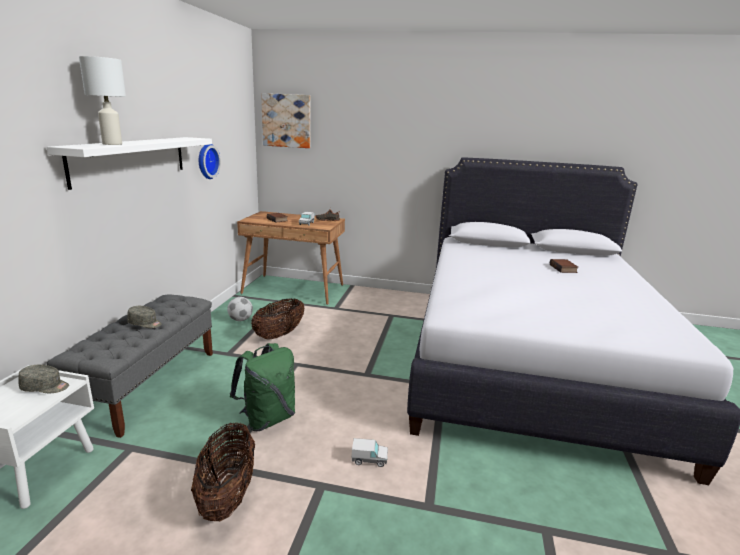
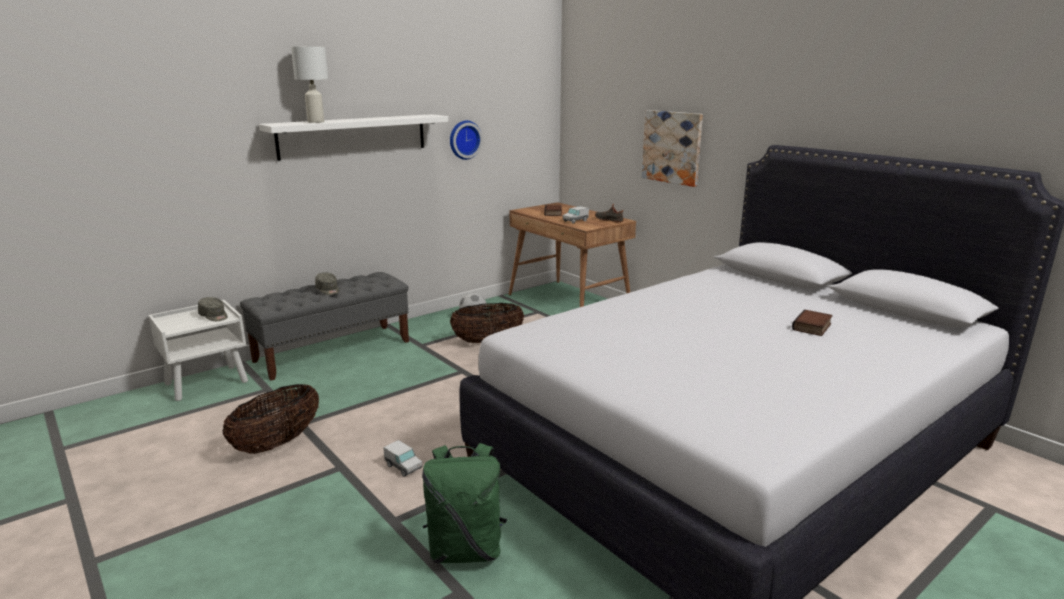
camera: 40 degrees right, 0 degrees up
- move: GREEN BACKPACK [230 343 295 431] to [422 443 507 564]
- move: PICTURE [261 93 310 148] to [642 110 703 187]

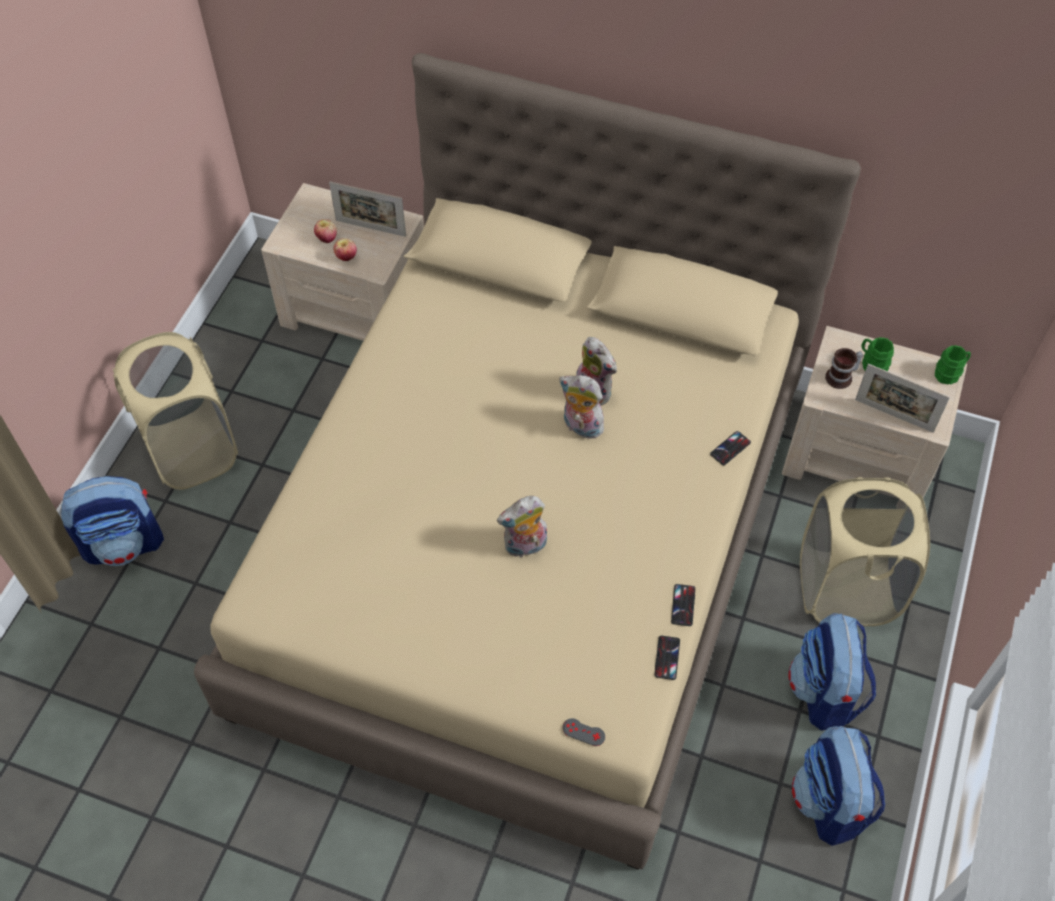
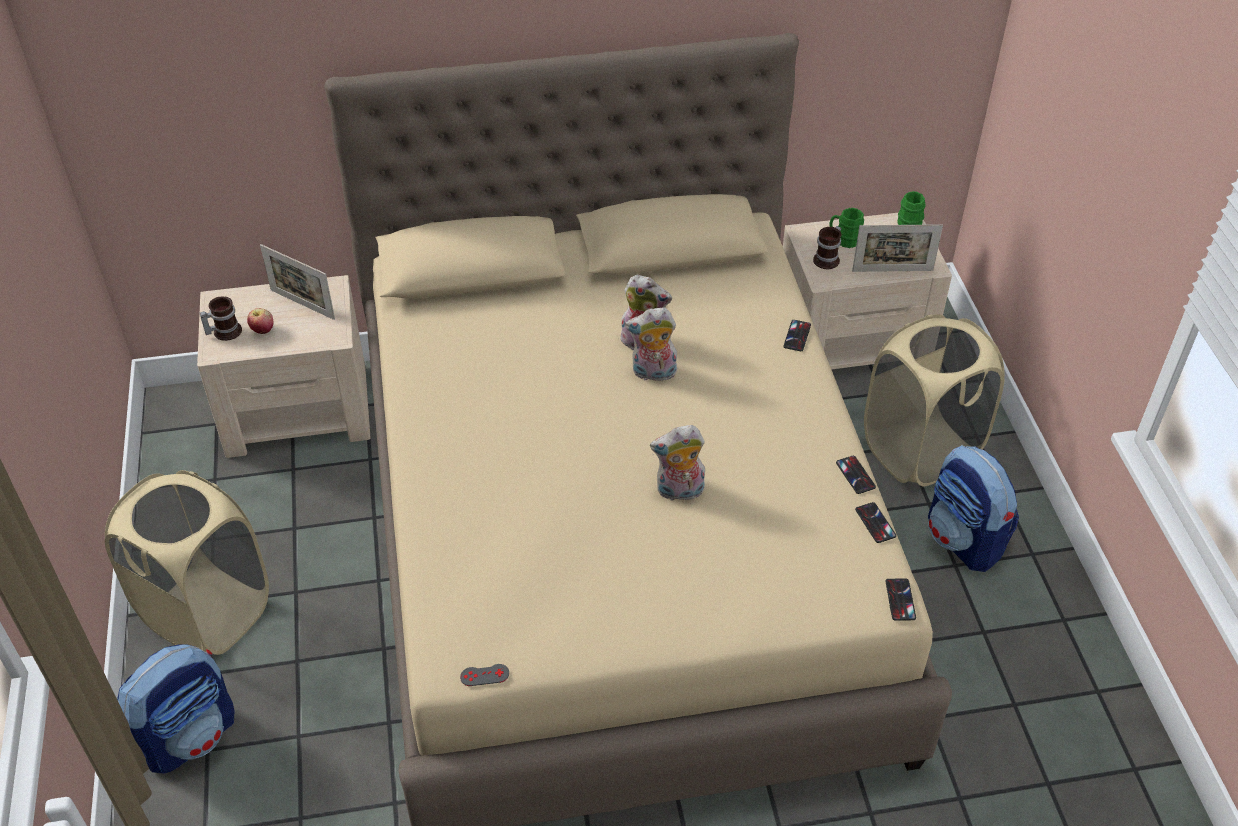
camera: 30 degrees left, 10 degrees down
- rotate: PICTURE FRAME [329 182 406 237] = [260 244 335 320] 45 degrees clockwise
- delete: APPLE [333 238 357 261]
- rotate: PLUSH TOY [497 496 547 558] = [650 425 706 501] 45 degrees clockwise
- move: GREY GAME CONTROLLER [563 718 605 746] to [460 664 509 686]
- delete: BACKPACK [792 726 885 846]
- insert: MUG [200 297 242 341]
- insert: PHONE [885 578 916 621]

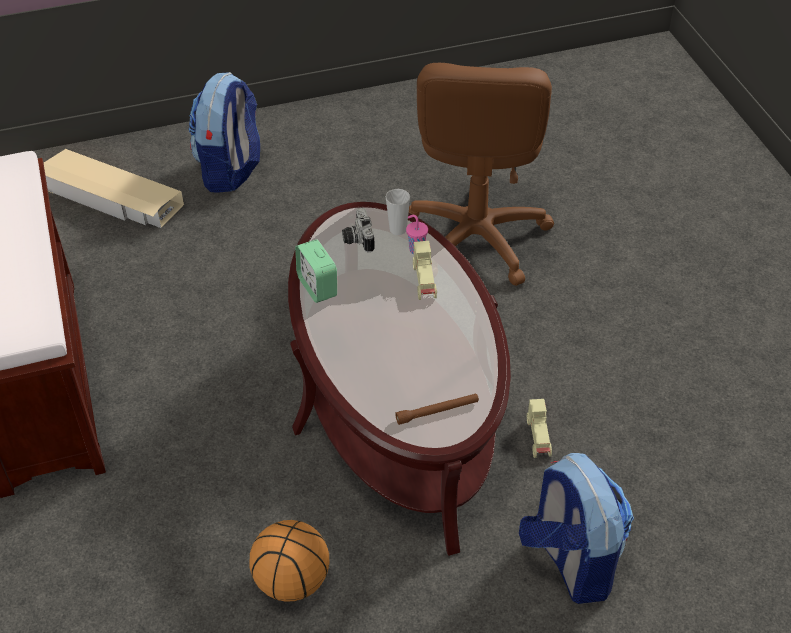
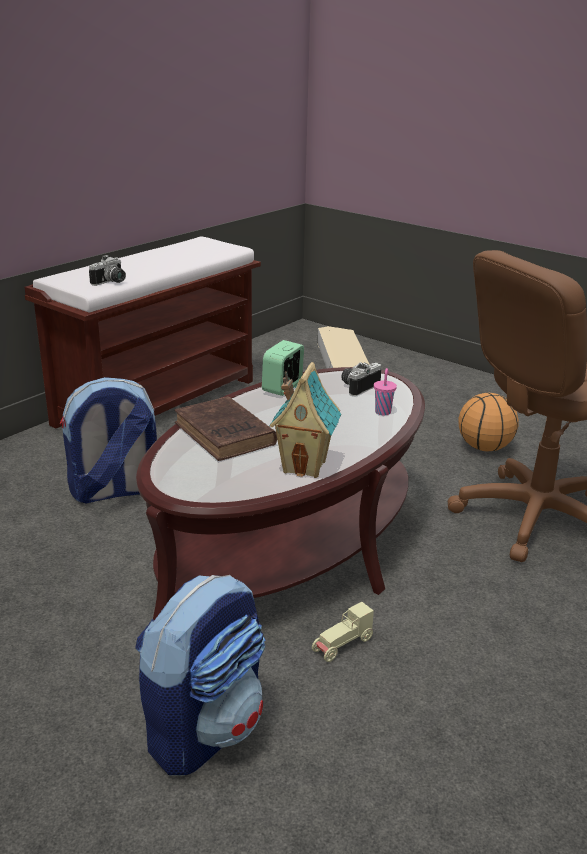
camera: 55 degrees right, 20 degrees down
- move: BACKPACK [189 72 260 193] to [60 377 157 503]
- move: BASKETBALL [249 520 329 602] to [459 393 519 451]
- delete: CUP [386 189 410 235]
- delete: BROWN FLASHLIGHT [395 393 479 425]
- delete: BEIGE TOY CAR [413 241 437 300]
- insert: PHOTO CAMERA [89 255 126 286]
- insert: BROWN BOOK [175 396 277 461]
- insert: TOY HOUSE [269 362 341 478]

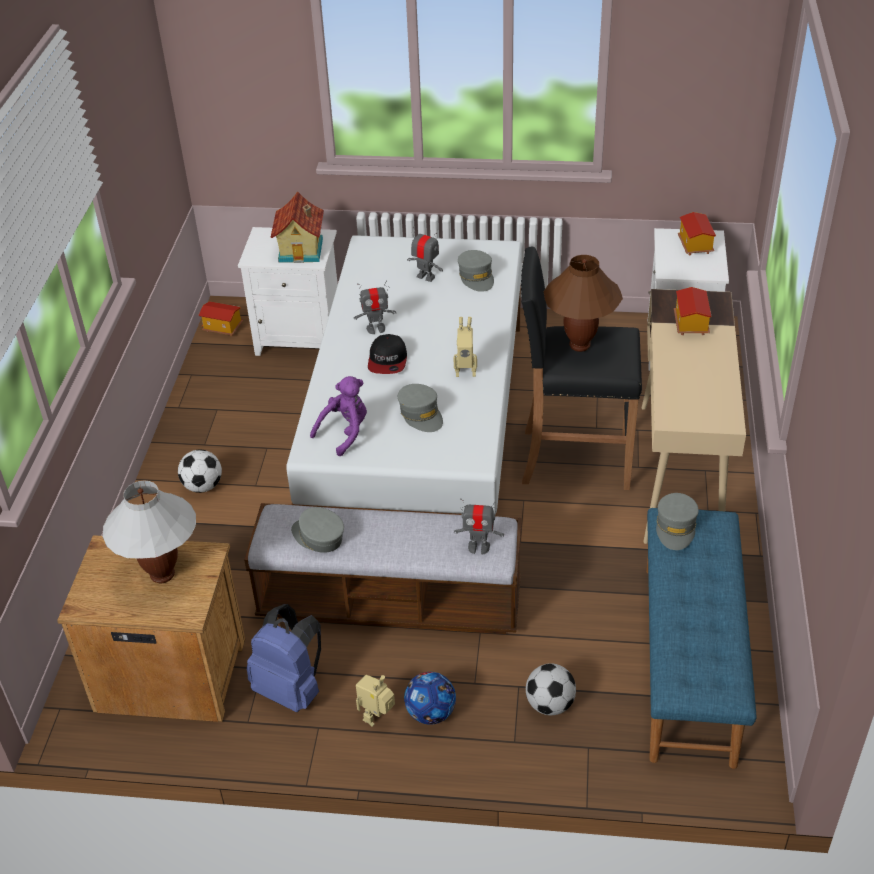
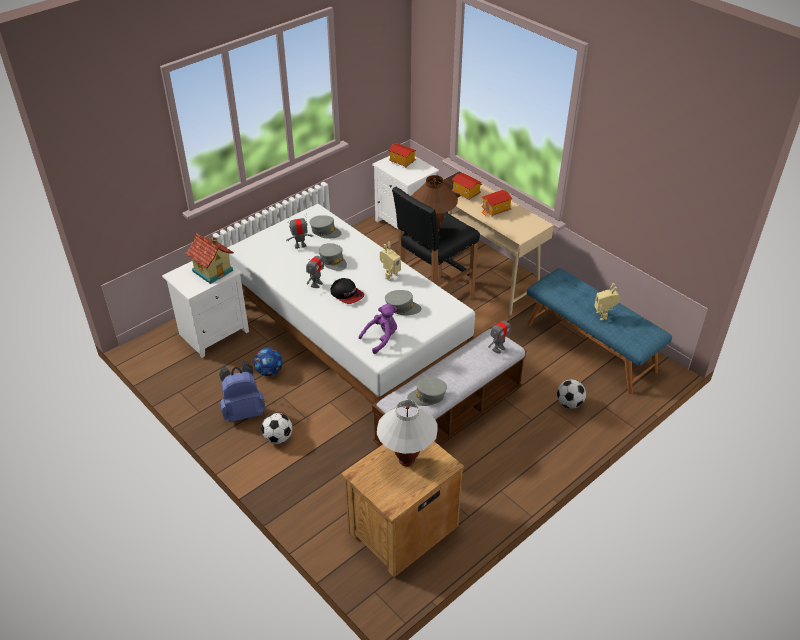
camera: 50 degrees left, 0 degrees up
- move: TOY HOUSE [198 301 243 336] to [481 190 513 217]
- move: BLUE BACKPACK [247 604 321 712] to [219 360 265 422]
- rotate: PURPLE PLUSH TOY [310 376 367 456] = [358 304 397 354] 60 degrees clockwise
- move: TOY ROBOT [356 675 395 727] to [594 283 620 320]
- move: FOOTBALL [404 672 456 725] to [254 348 283 376]
- move: GREY CAP [656 493 699 550] to [319 243 347 271]

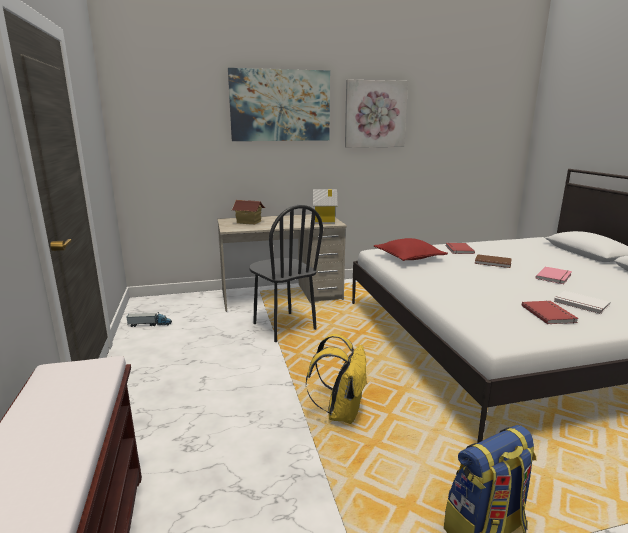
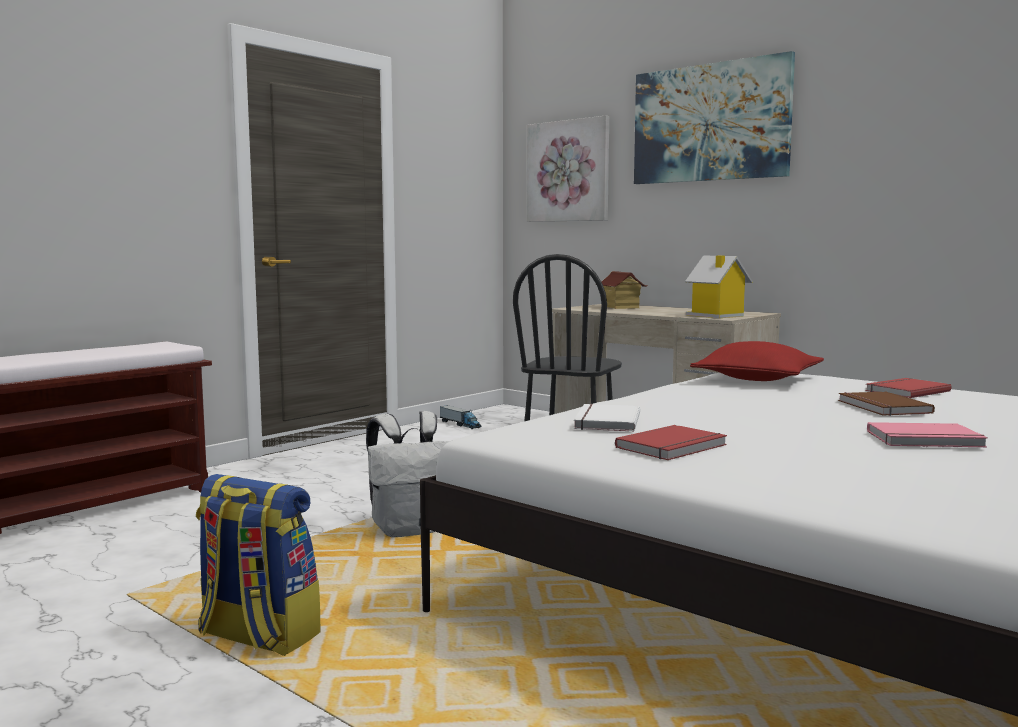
camera: 55 degrees right, 10 degrees down
- recolor: YELLOW BACKPACK [306 334 367 424] to WHITE BACKPACK [366 411 450 537]
- move: PICTURE [345 80 408 148] to [526 115 609 222]
- move: WHITE BOOK [553 291 610 314] to [574 404 640 432]

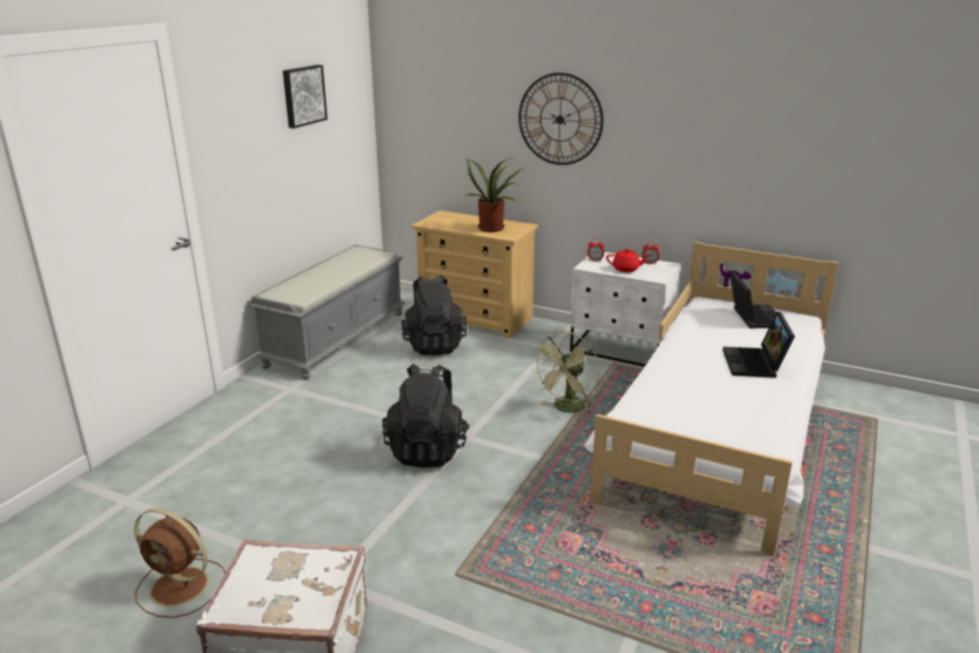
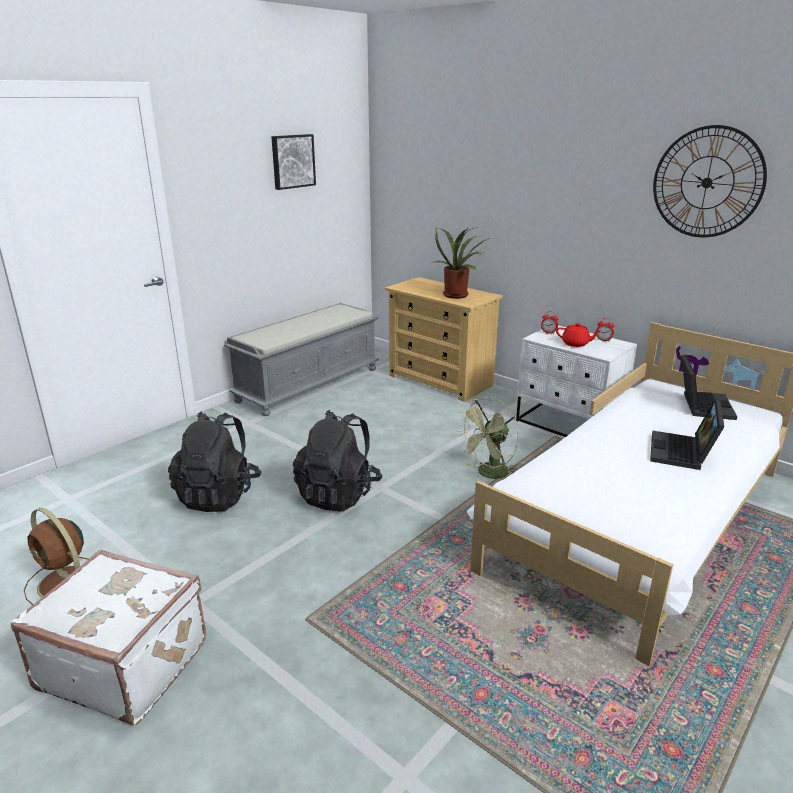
camera: 15 degrees right, 0 degrees up
- move: BLACK BACKPACK [401 275 467 355] to [168 412 262 512]
- move: WALL CLOCK [519 73 603 165] to [653 125 767 237]

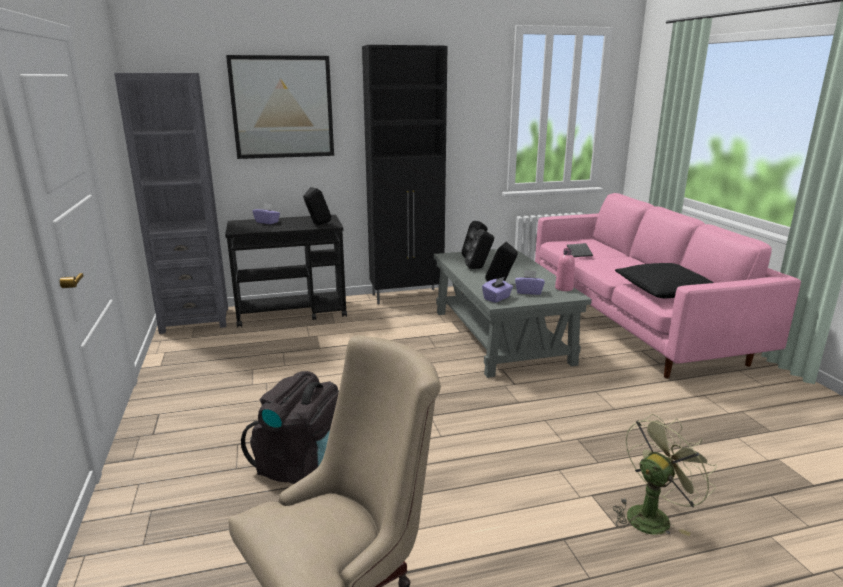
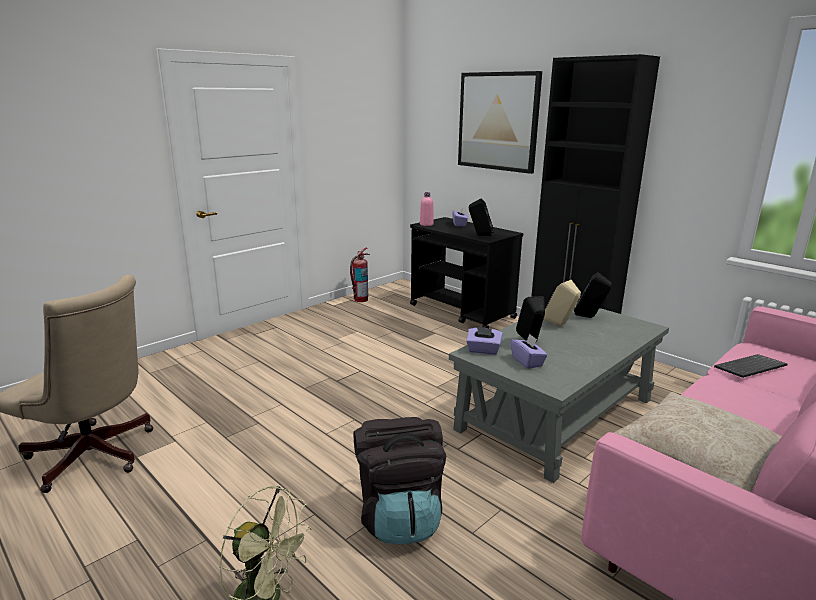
camera: 60 degrees right, 0 degrees up
- delete: GREY BOOKCASE [114 73 228 334]
- move: BLACK BACKPACK [241 371 339 484] to [354 417 446 544]
- recolor: BLACK SPEAKER [465 229 494 269] to BEIGE SPEAKER [544 280 581 326]
- move: PINK BOTTLE [555 248 575 291] to [420 192 434 226]
- recolor: BLACK PILLOW [615 263 714 298] to BEIGE PILLOW [614 392 782 492]
- insert: FIRE EXTINGUISHER [350 248 370 302]

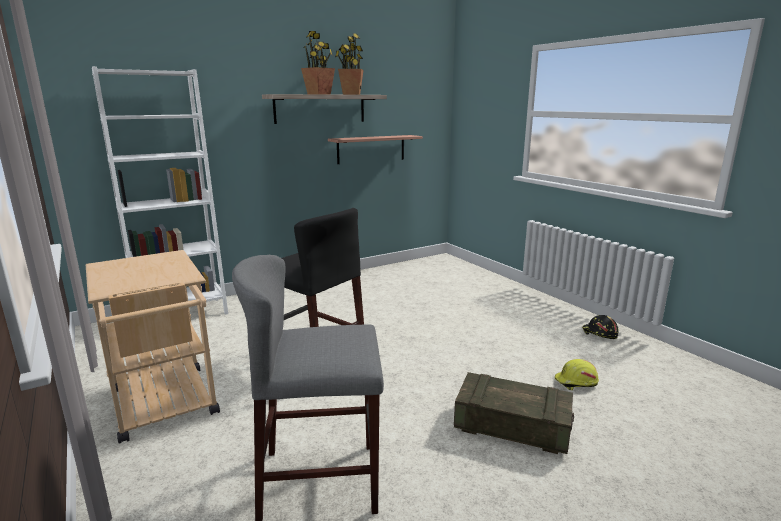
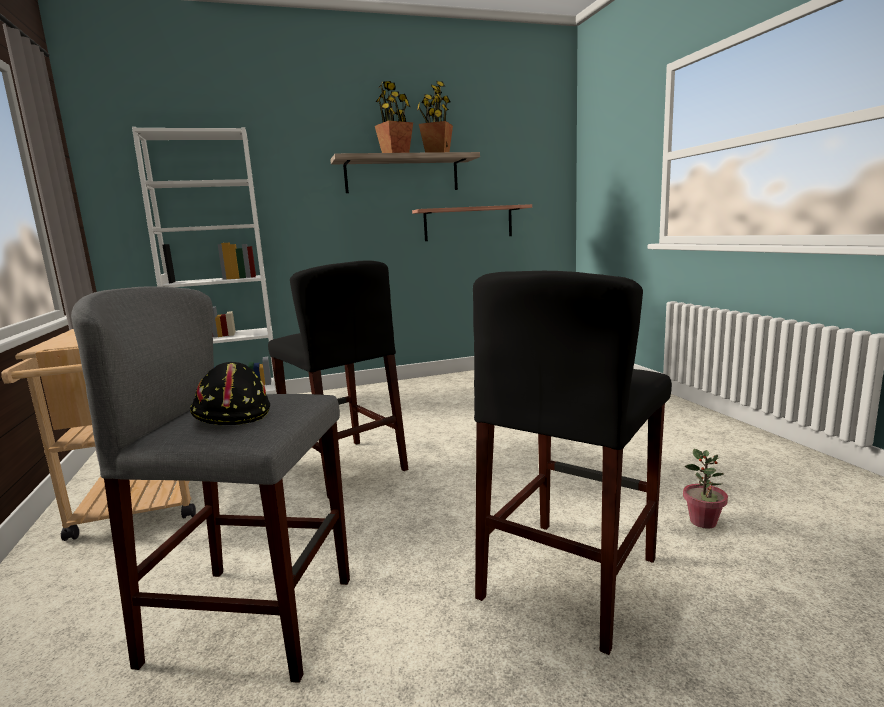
camera: 15 degrees right, 5 degrees down
- replace: CRATE [454 372 574 454] to BLACK STOOL [473 271 672 655]
- replace: YELLOW HARD HAT [555 359 599 390] to POTTED PLANT [683 449 728 529]
- move: BLACK HARD HAT [582 315 619 339] to [190 362 270 425]

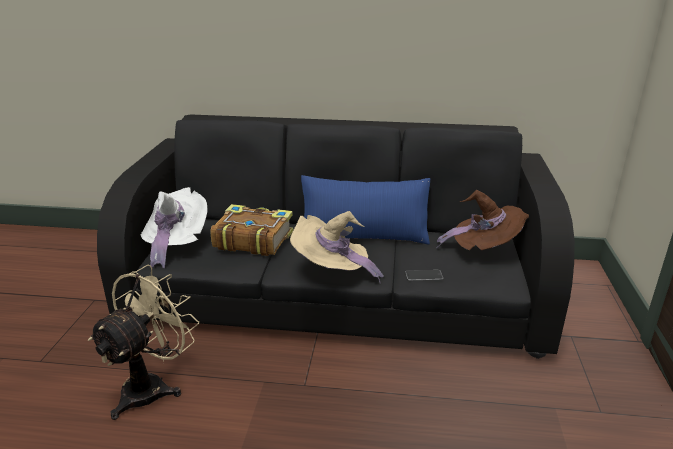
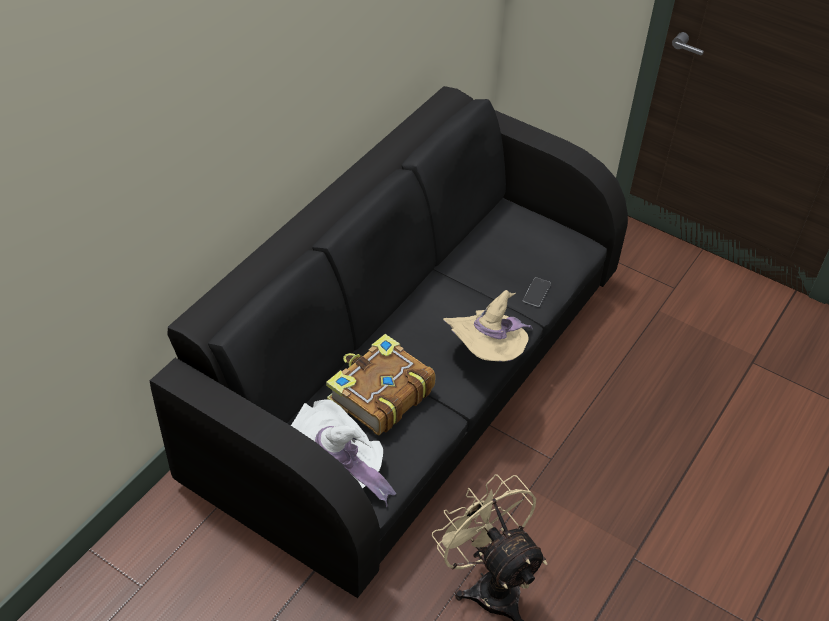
camera: 65 degrees left, 20 degrees up
- delete: BLUE PILLOW [301 175 430 244]
- delete: BROWN HAT [437 190 529 251]

